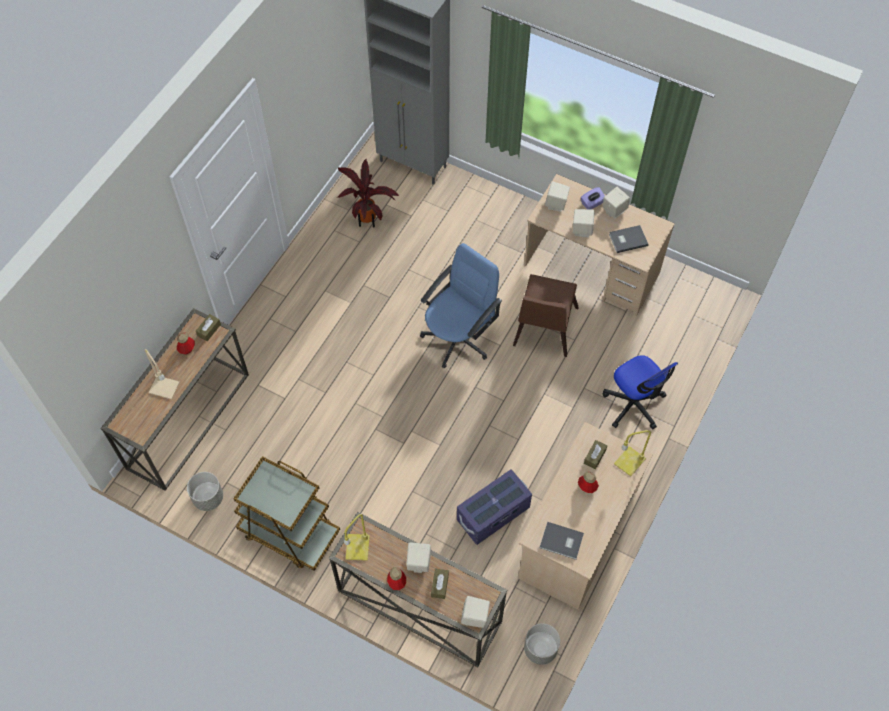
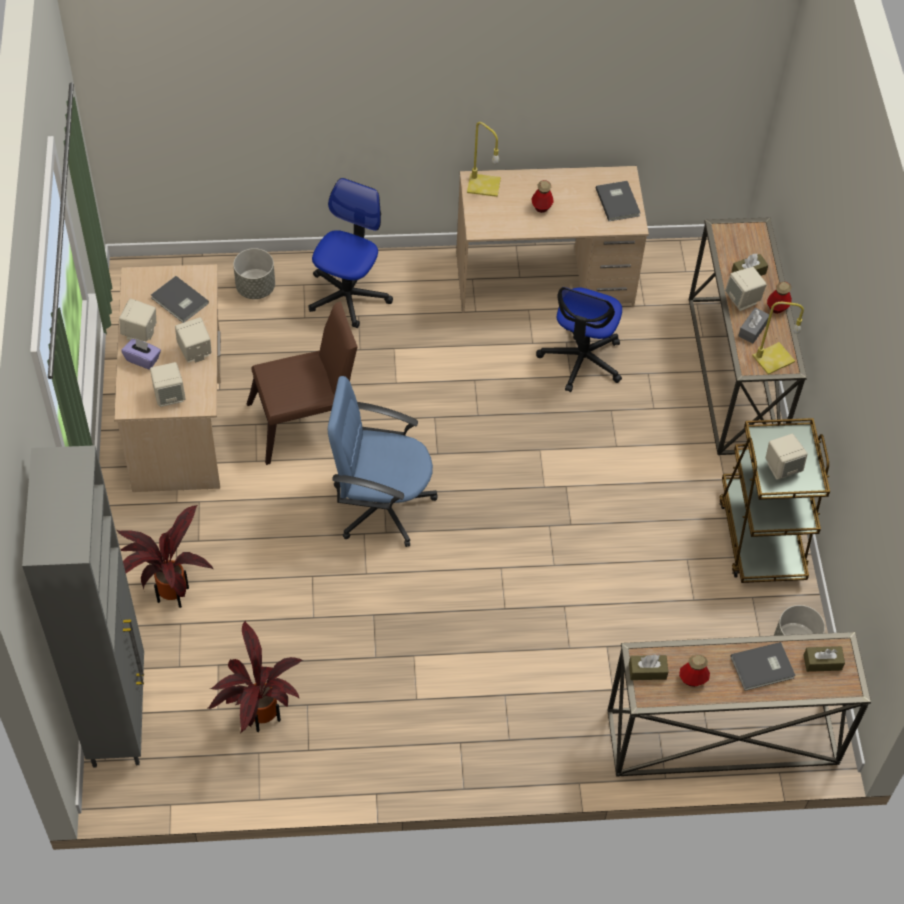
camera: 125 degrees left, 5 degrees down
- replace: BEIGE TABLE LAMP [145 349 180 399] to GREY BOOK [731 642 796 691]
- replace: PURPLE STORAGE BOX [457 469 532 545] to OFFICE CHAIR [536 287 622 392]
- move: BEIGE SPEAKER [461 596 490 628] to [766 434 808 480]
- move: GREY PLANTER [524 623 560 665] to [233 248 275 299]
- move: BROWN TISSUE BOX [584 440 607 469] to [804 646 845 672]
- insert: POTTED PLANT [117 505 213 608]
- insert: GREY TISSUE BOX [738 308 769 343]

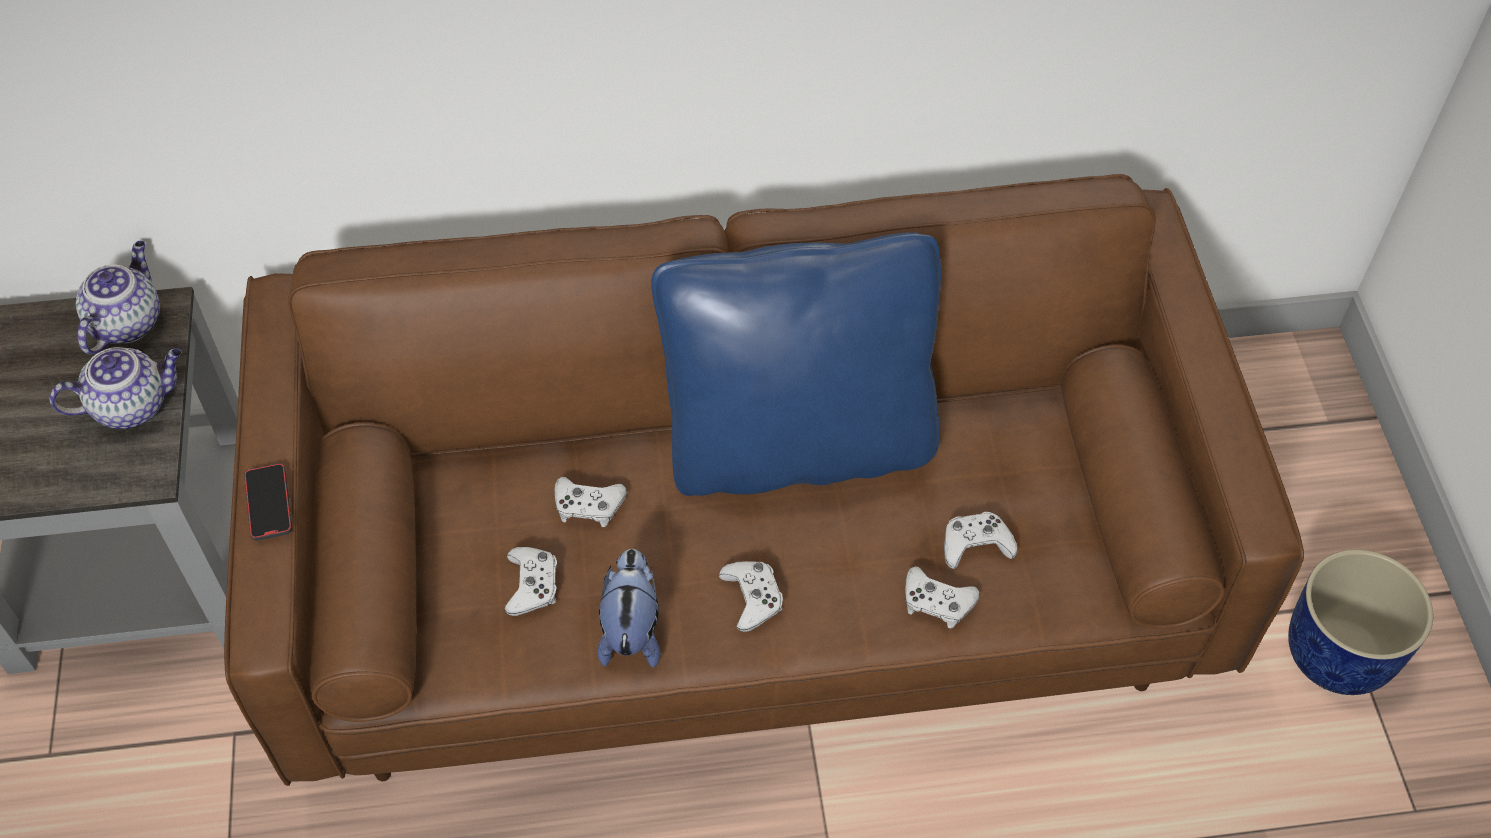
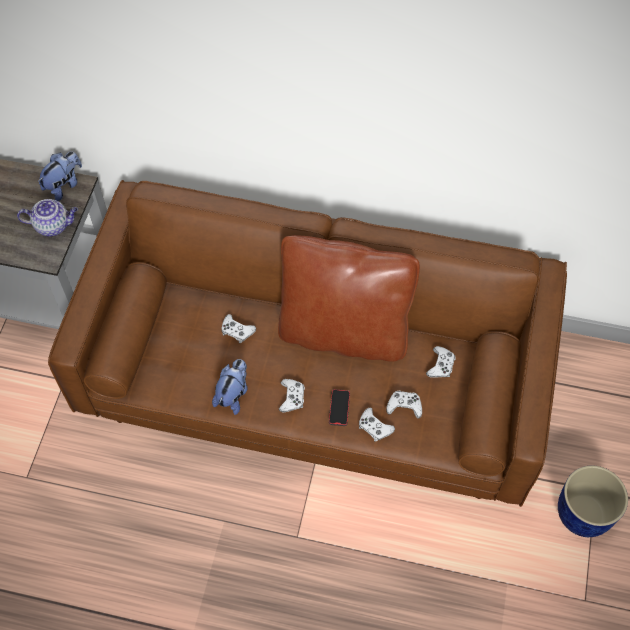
camera: 20 degrees right, 5 degrees up
- replace: TEAPOT [76 241 160 354] to PLUSH TOY [38 151 82 201]
- move: PHONE [244 463 292 541] to [329 389 350 426]
- move: WHITE GAME CONTROLLER [504 547 557 616] to [426 346 456 378]
- recolor: BLUE PILLOW [651 232 941 496] to BROWN PILLOW [278 235 420 362]

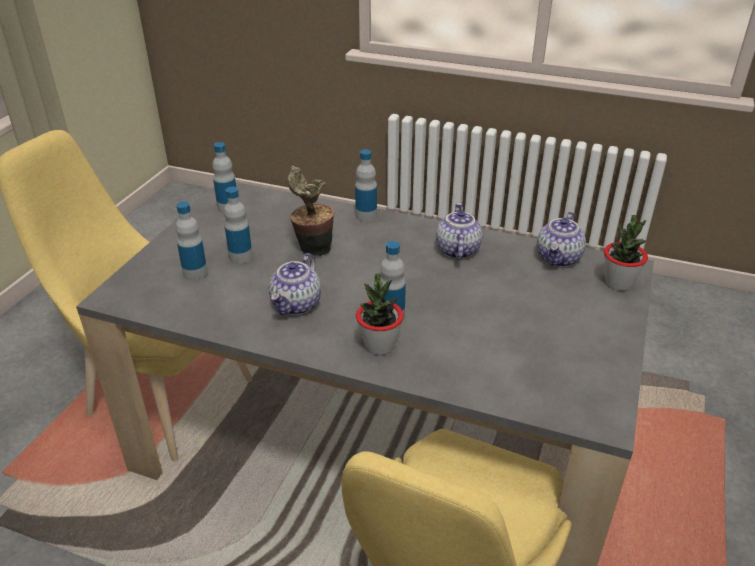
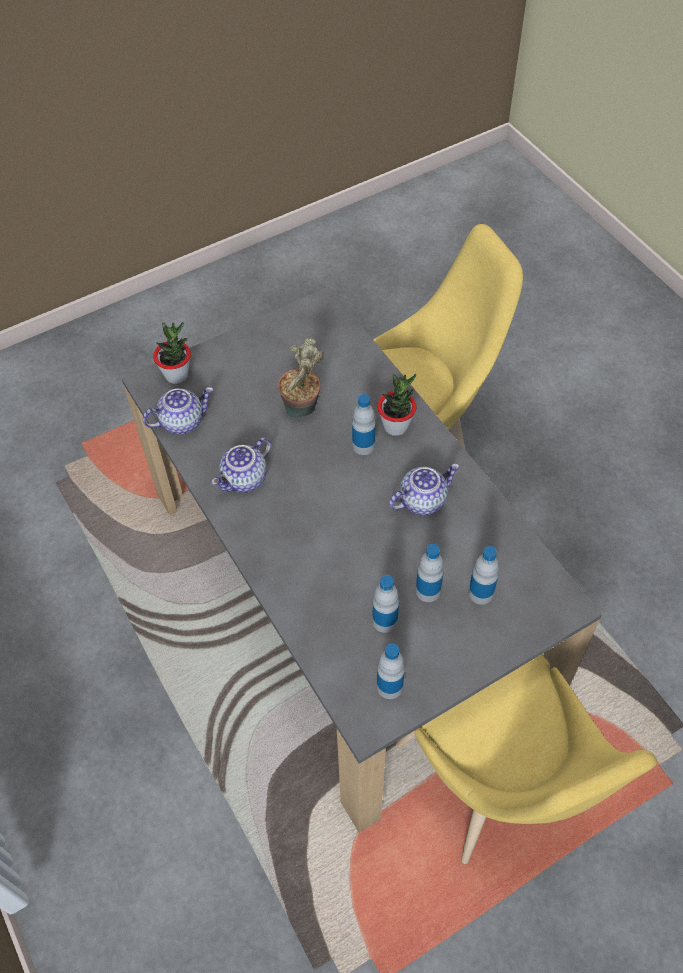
camera: 140 degrees left, 20 degrees up
- move: POTTED PLANT [288 166 334 256] to [278 338 324 418]
- move: BOTTLE [355 149 377 222] to [372 575 399 633]

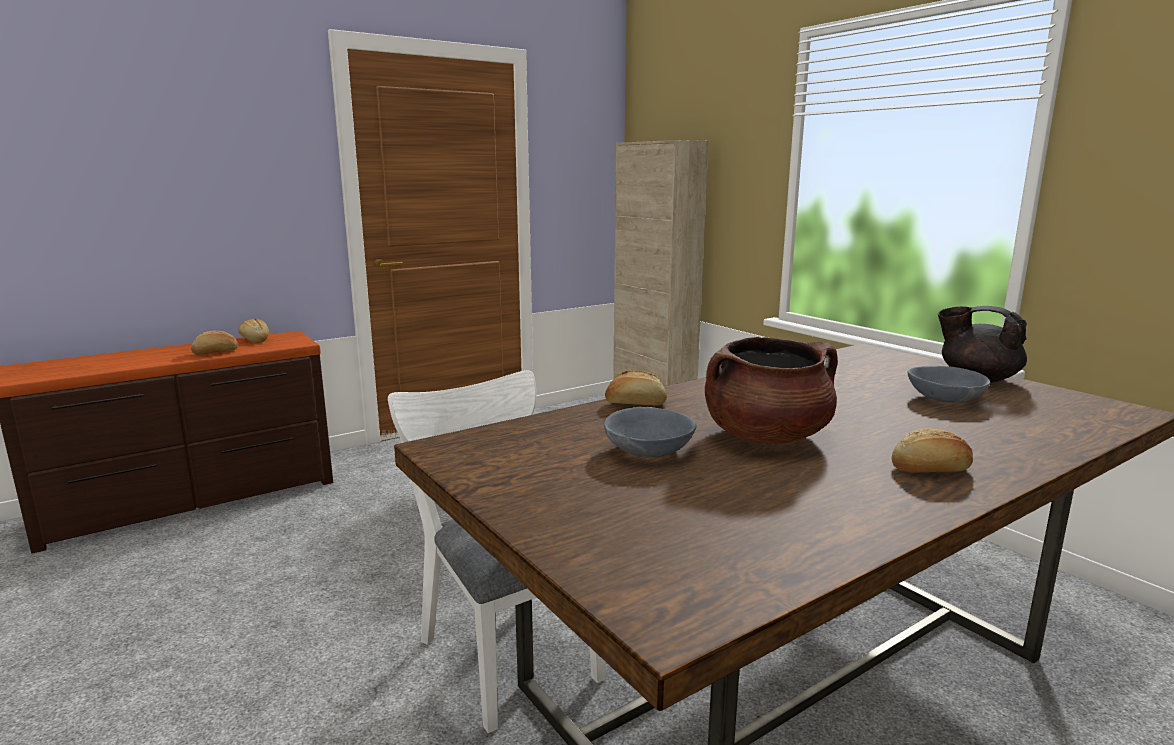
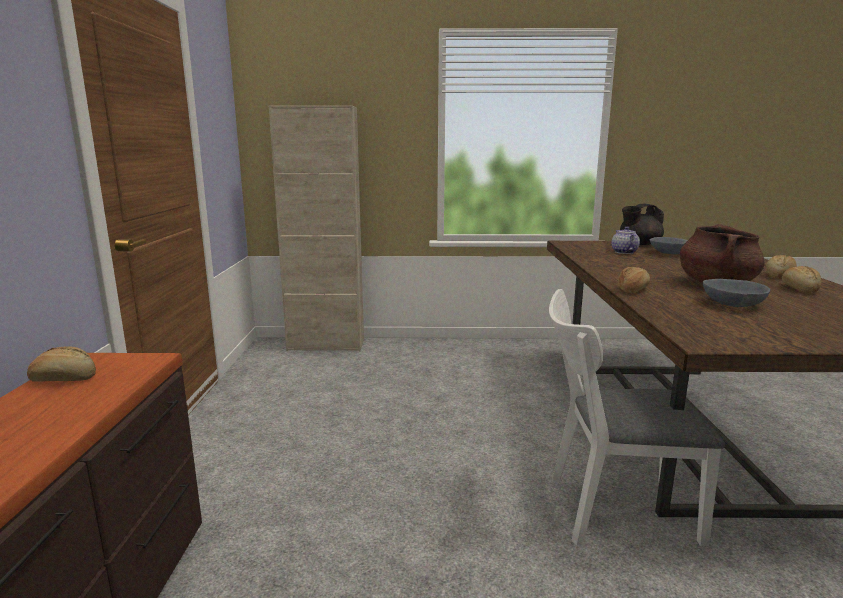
camera: 55 degrees left, 0 degrees up
- move: BREAD [191 331 238 355] to [782 266 821 294]
- insert: TEAPOT [611 227 640 254]

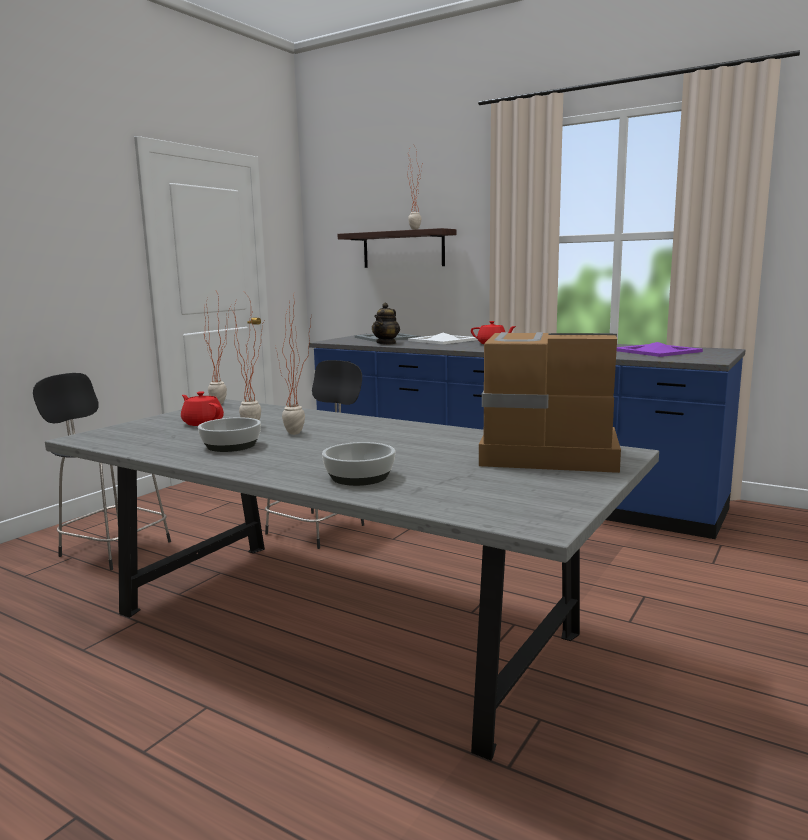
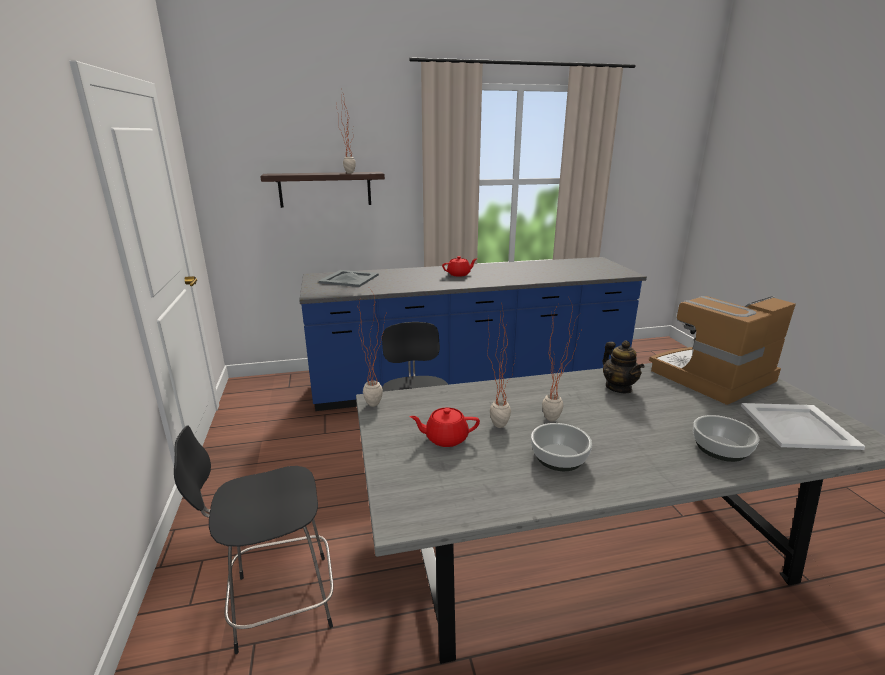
camera: 45 degrees left, 10 degrees up
- move: TEAPOT [372 303 400 344] to [603 340 645 394]
- move: WHITE TRAY [408 333 478 344] to [741 403 866 450]
- delete: PURPLE TRAY [617 342 703 357]

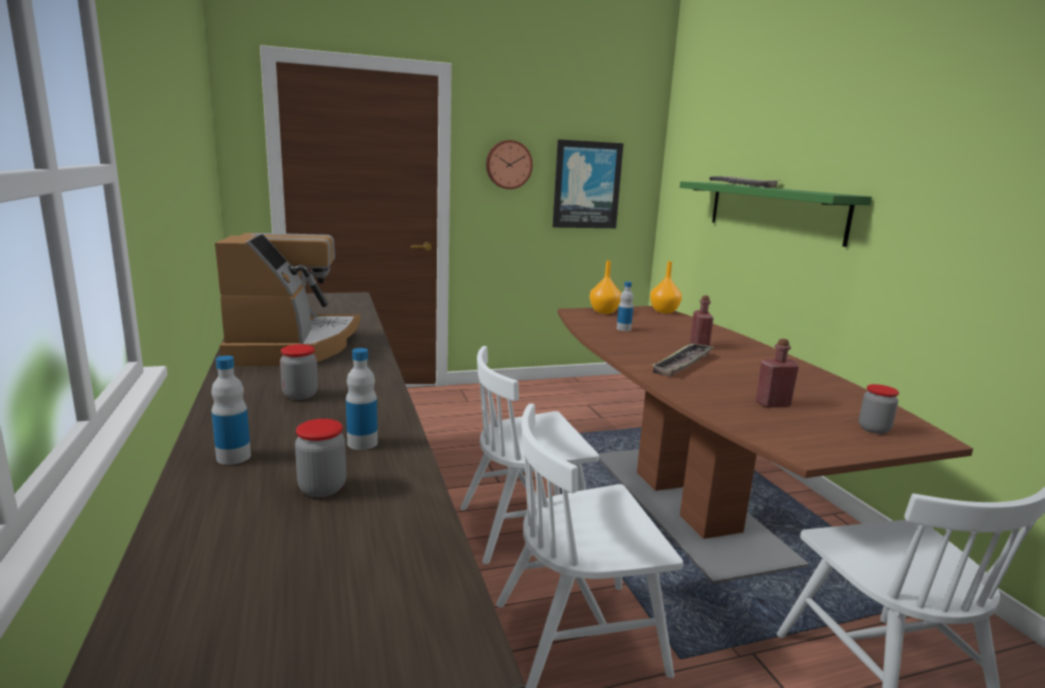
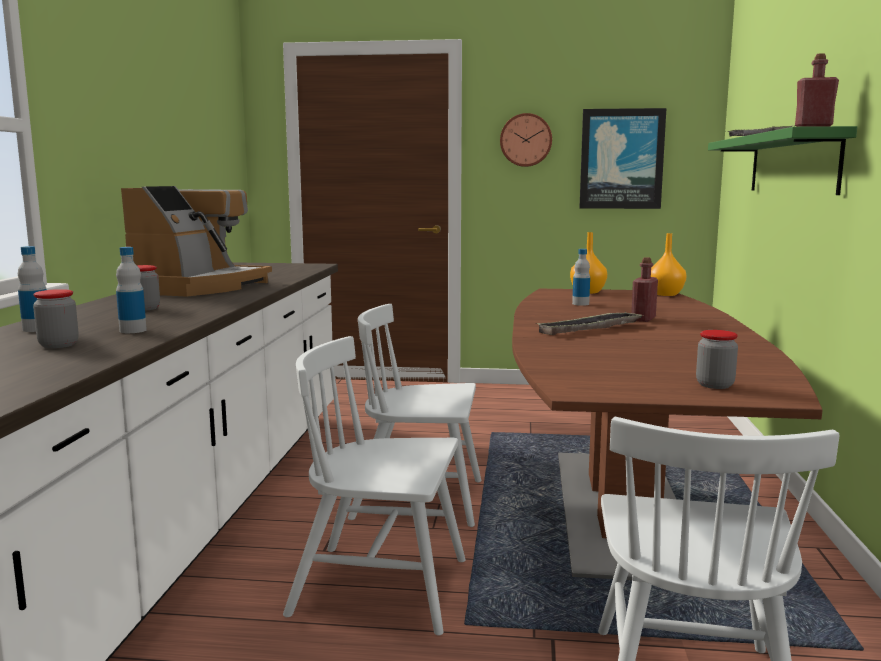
camera: 25 degrees right, 5 degrees down
- move: RED BOTTLE [756 339 799 408] to [795 53 839 127]

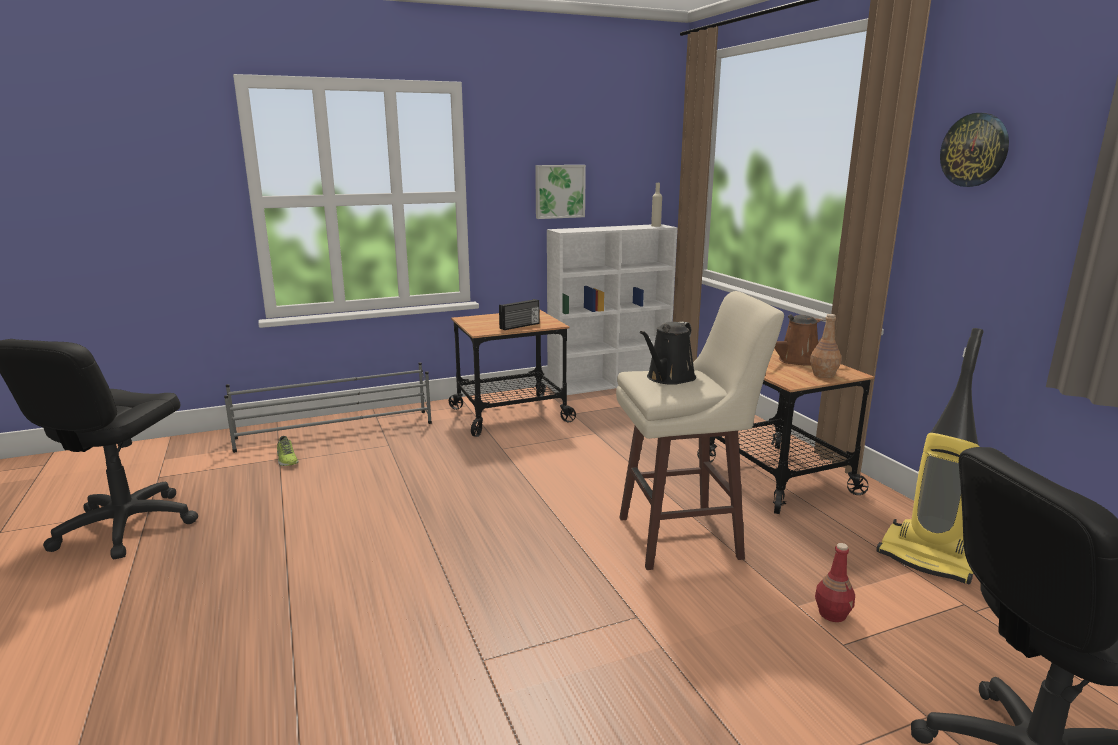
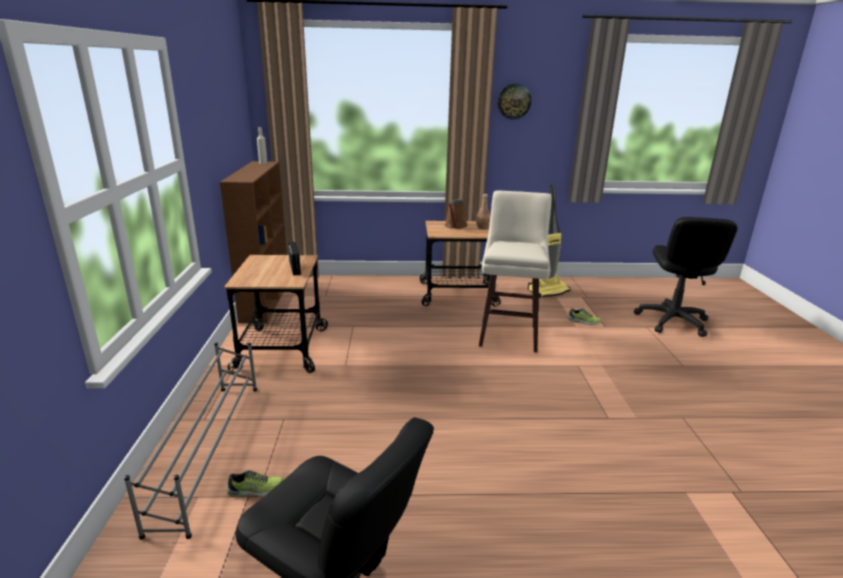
camera: 70 degrees left, 5 degrees up
- delete: PICTURE [535 165 586 219]
- recolor: WHITE BOOKCASE [547 224 677 395] to BROWN BOOKCASE [220 161 287 323]
- delete: BLACK WATERING CAN [640 322 696 385]
- replace: RED BOTTLE [815 543 855 622] to SHOE [567 308 602 325]

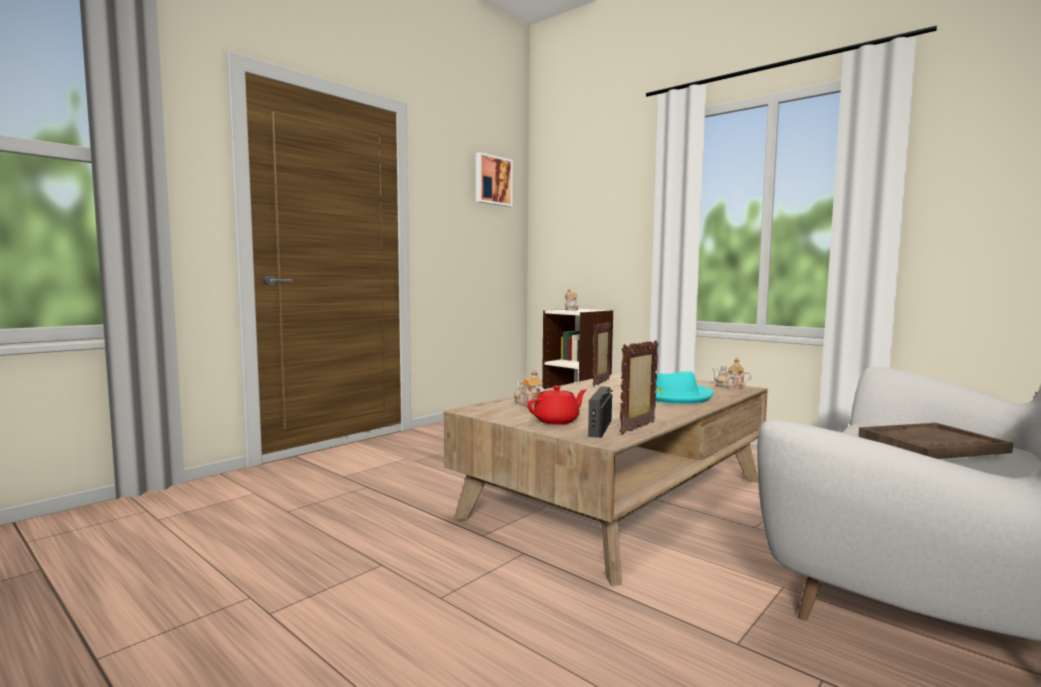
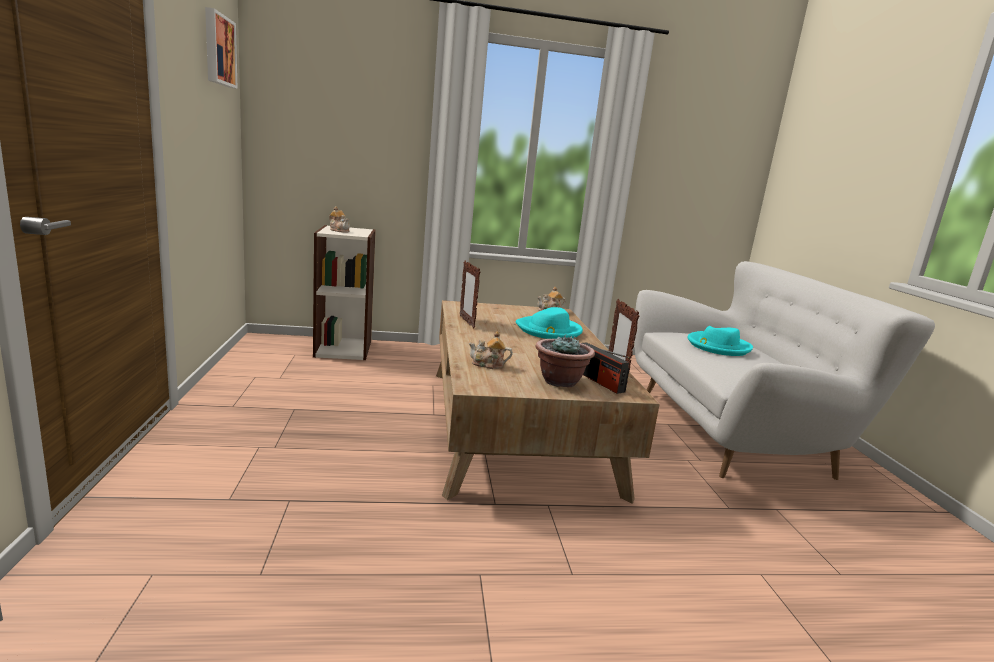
camera: 50 degrees left, 10 degrees up
- replace: RED TEAPOT [528 386 587 425] to POTTED PLANT [536 334 595 387]
- replace: BROWN TRAY [858 423 1013 459] to TURQUOISE HAT [688 326 753 356]

